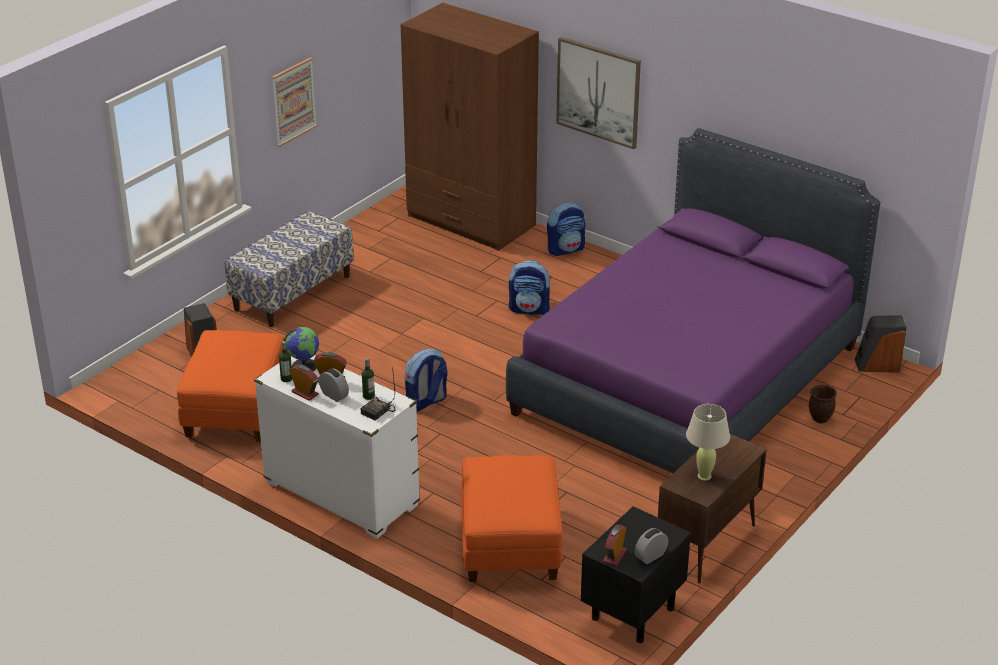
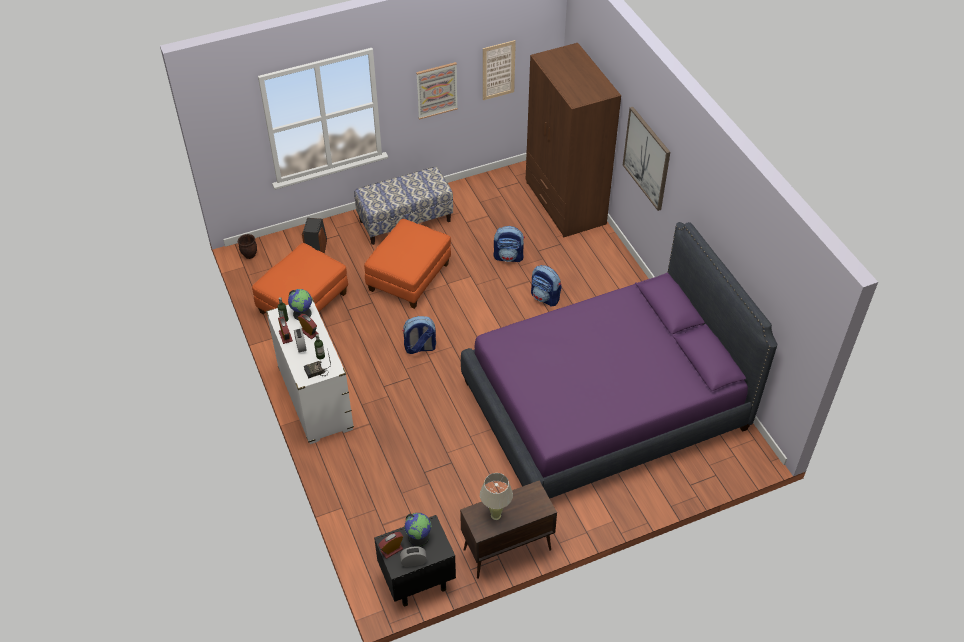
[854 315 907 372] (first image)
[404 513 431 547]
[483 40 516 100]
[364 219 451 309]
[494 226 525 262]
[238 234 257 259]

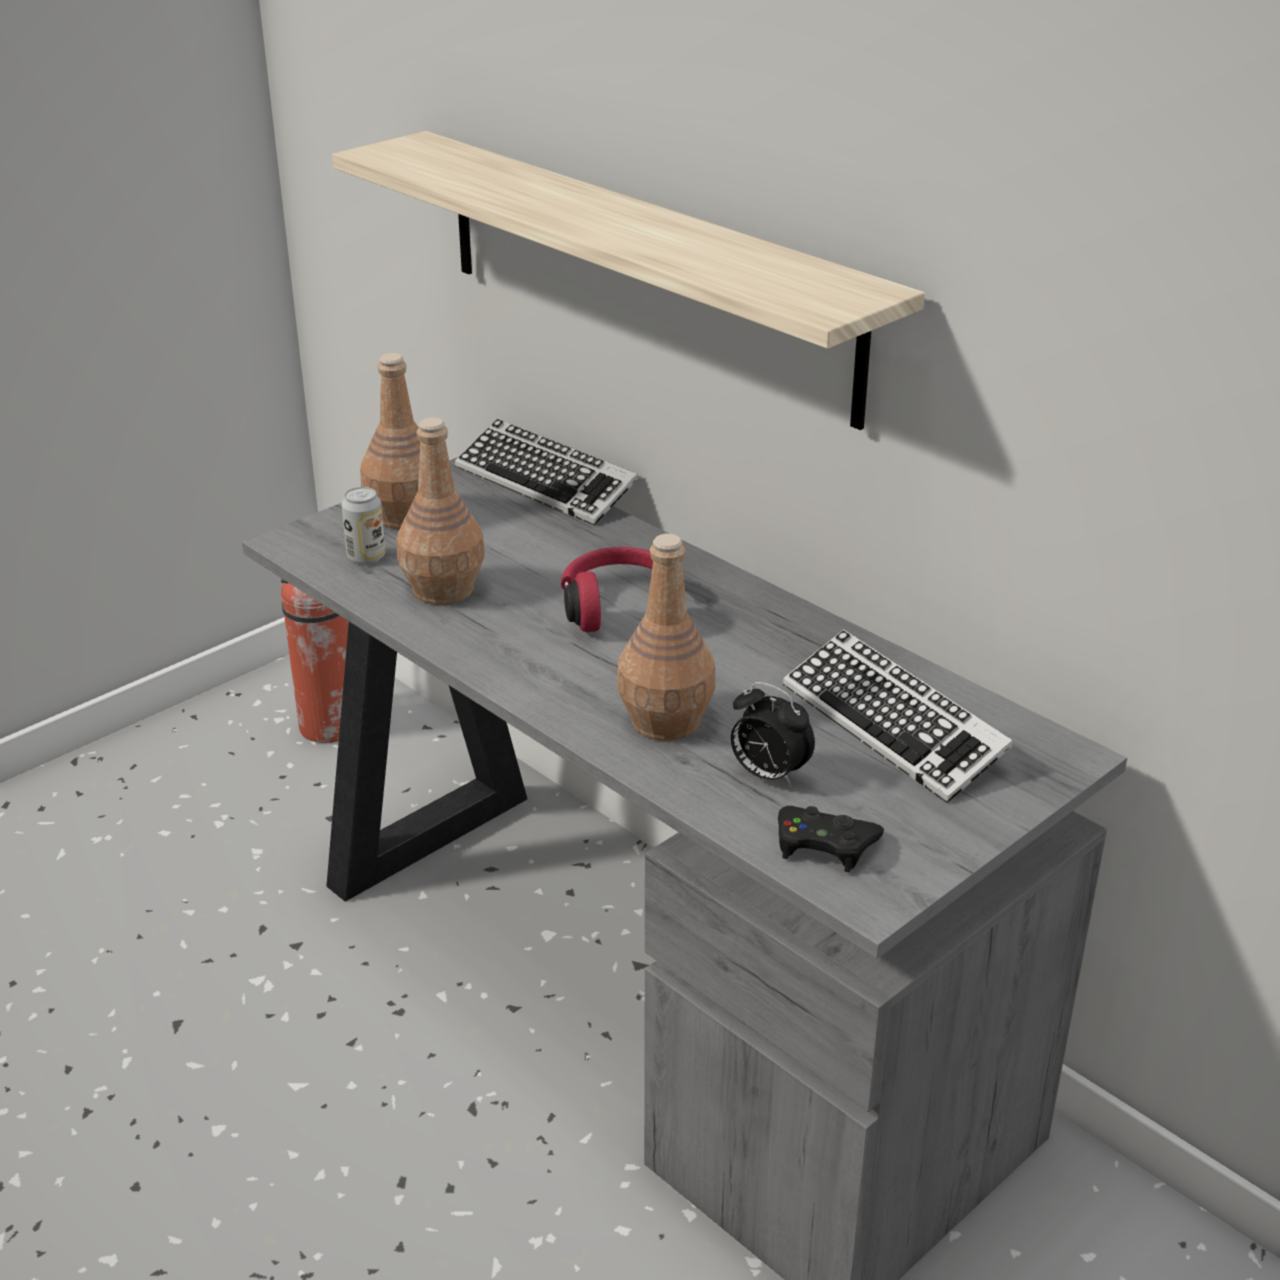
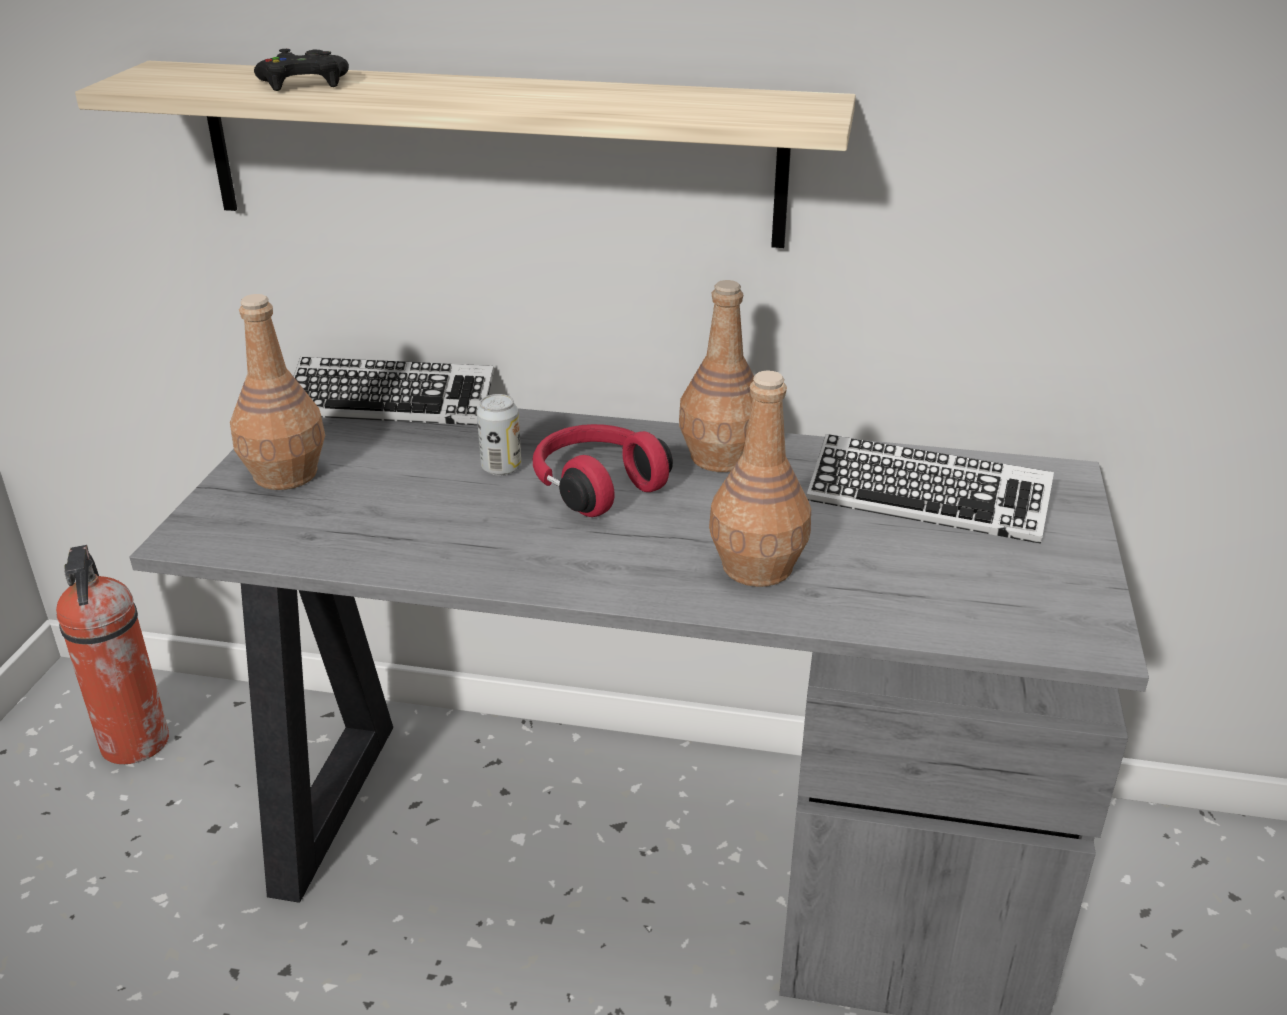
[731 682 815 787] (first image)
[477 394 521 476]
[679 280 754 472]
[254 49 349 91]

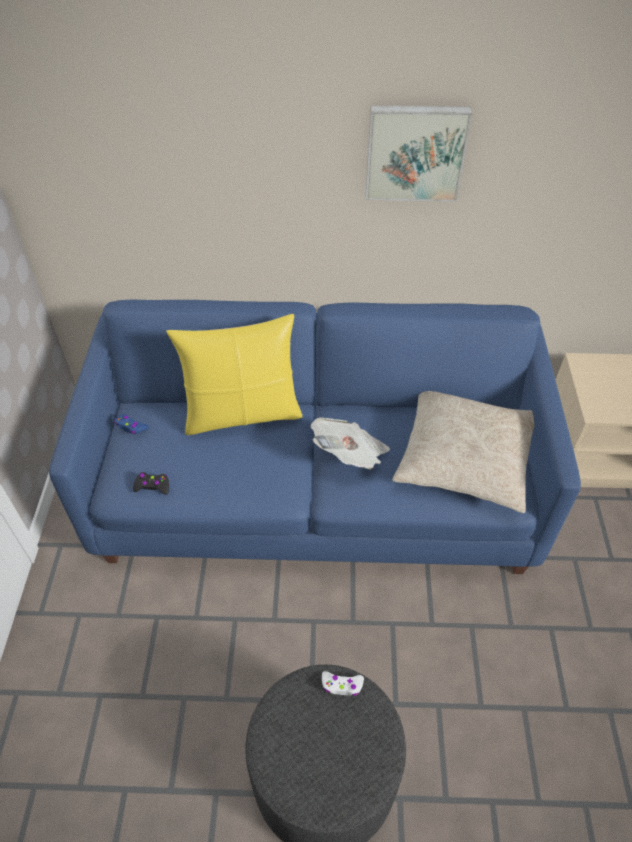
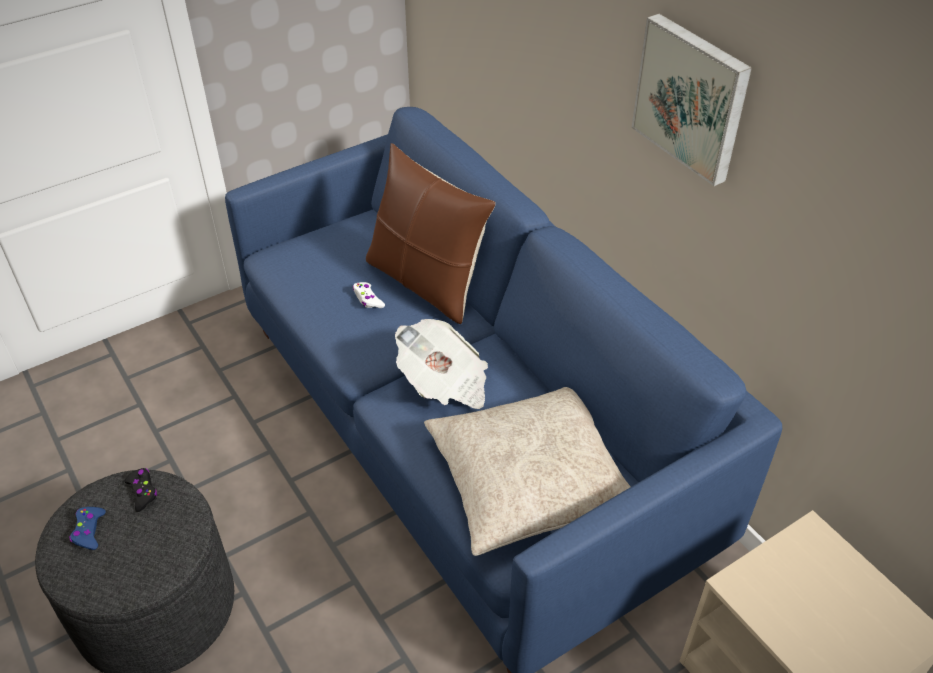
[69 507 106 550]
[124 468 157 512]
[353 282 385 308]
[366 143 496 324]

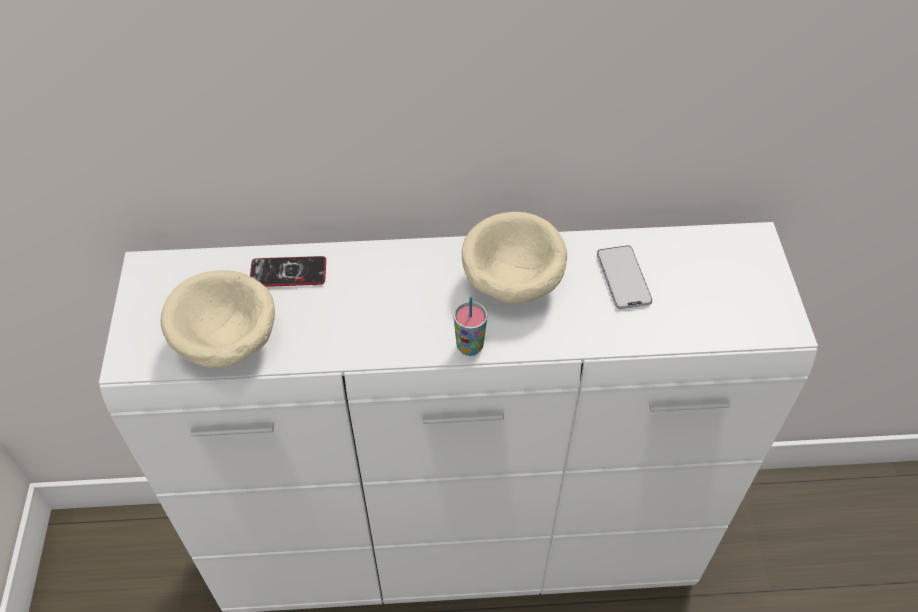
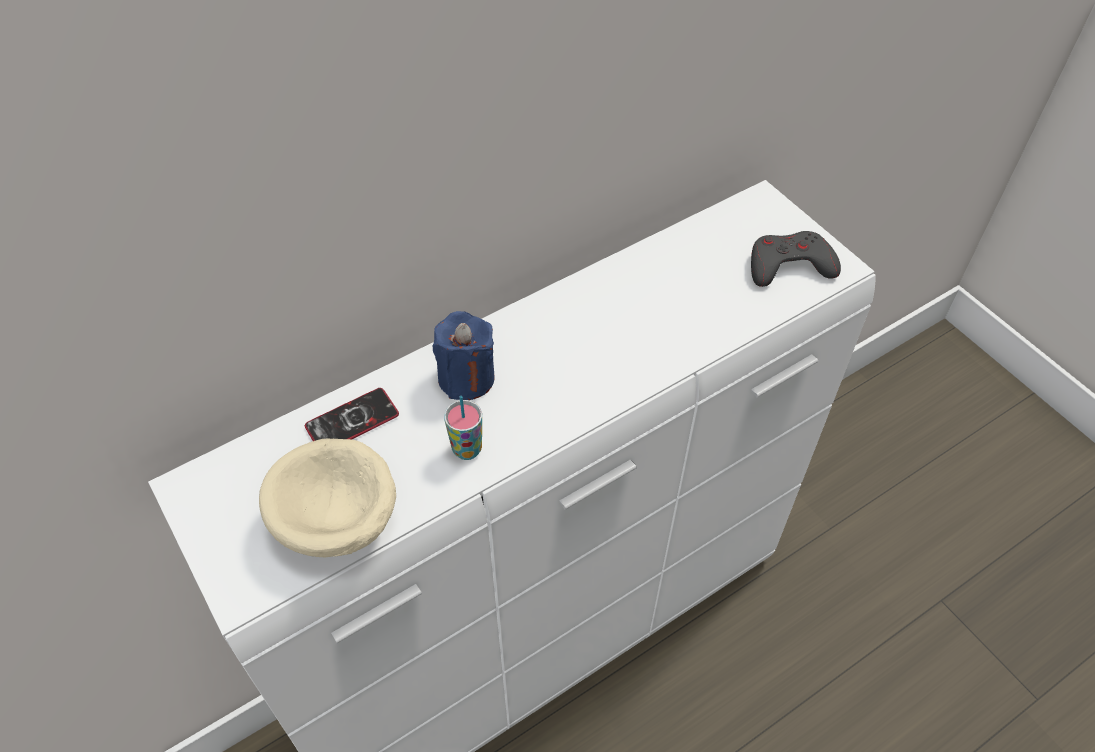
[462 212 567 304] (first image)
[597 245 652 309] (first image)
[433 311 495 400]
[751 231 841 287]
[444 396 482 460]

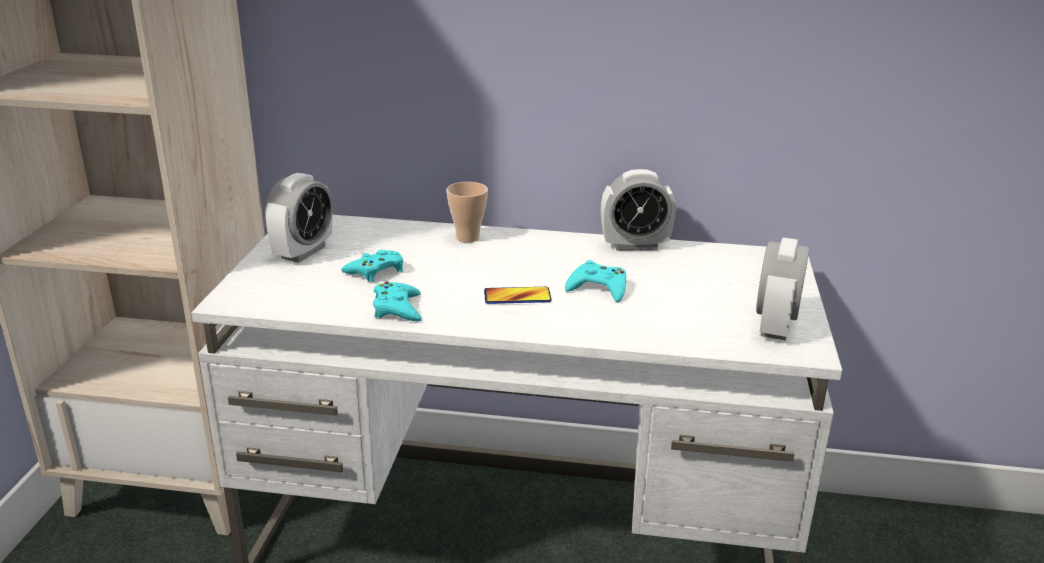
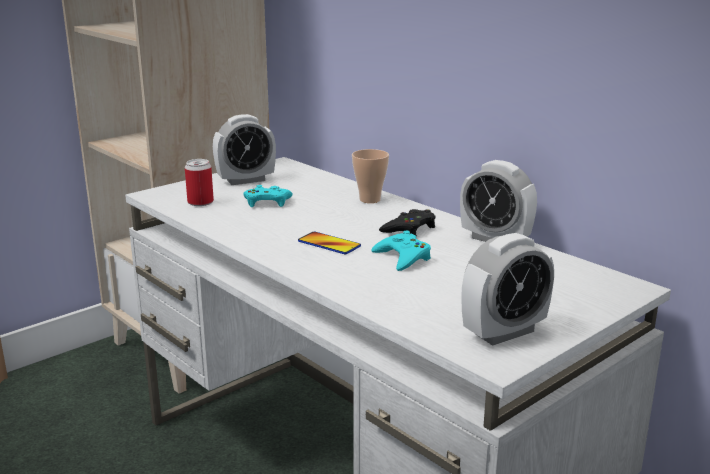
[373 282 422 321] (first image)
[185 159 214 206]
[379 209 436 237]

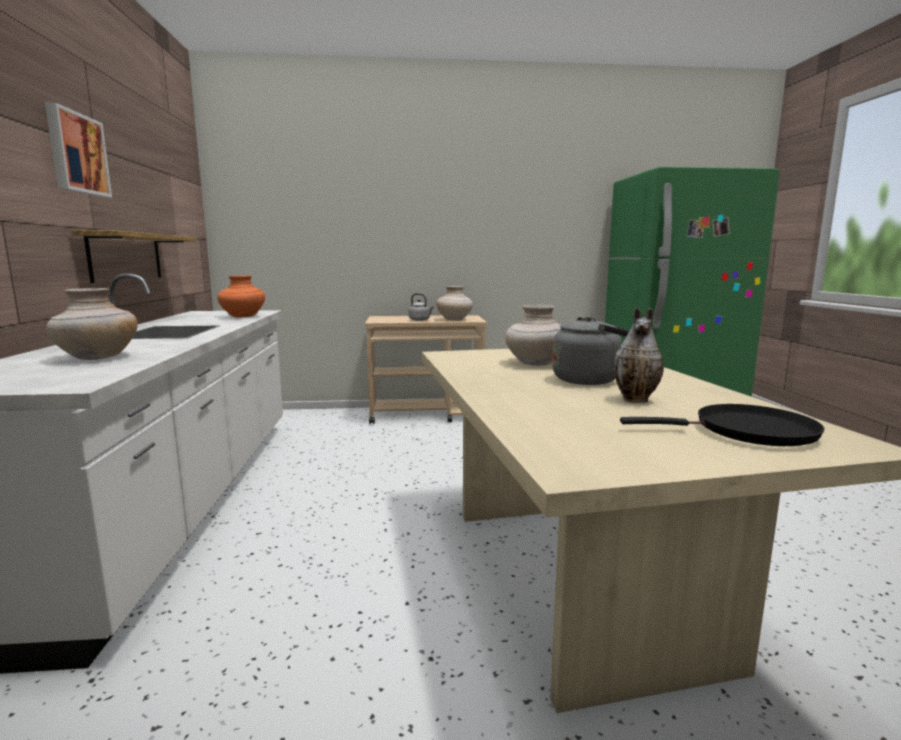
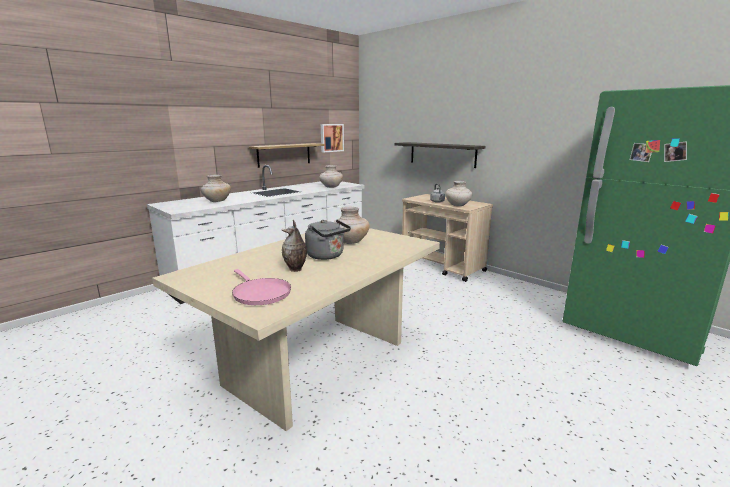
[395 142 485 168]
[321 124 344 153]
[319 165 343 188]
[232 269 291 305]

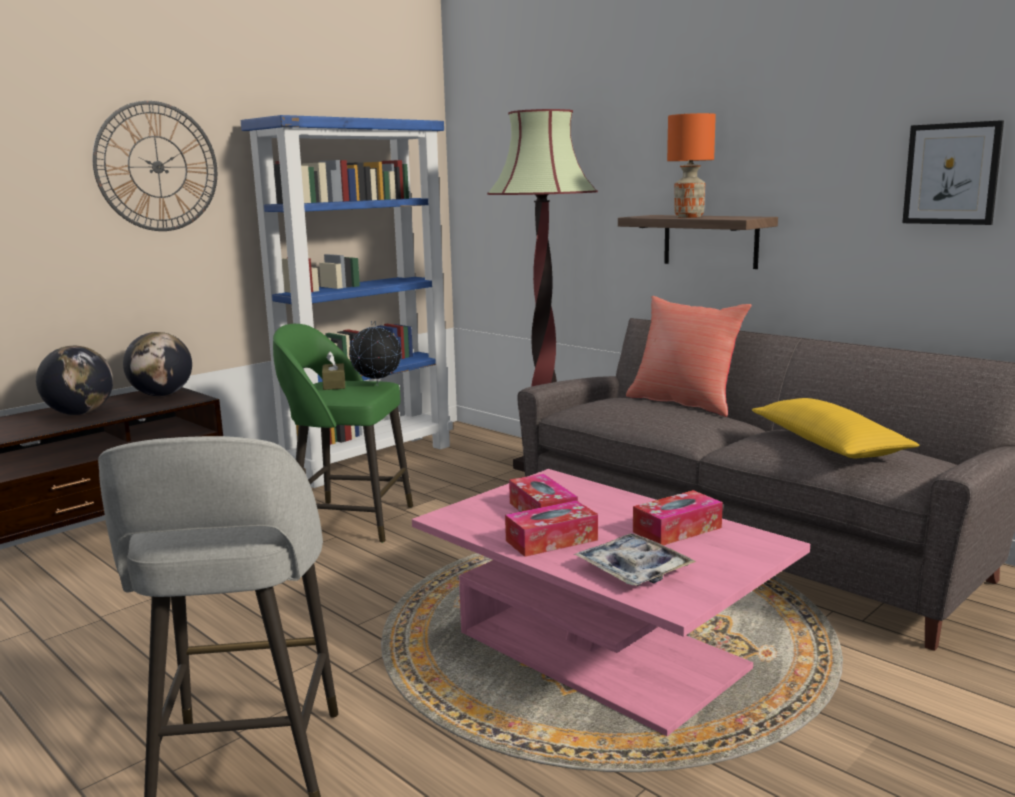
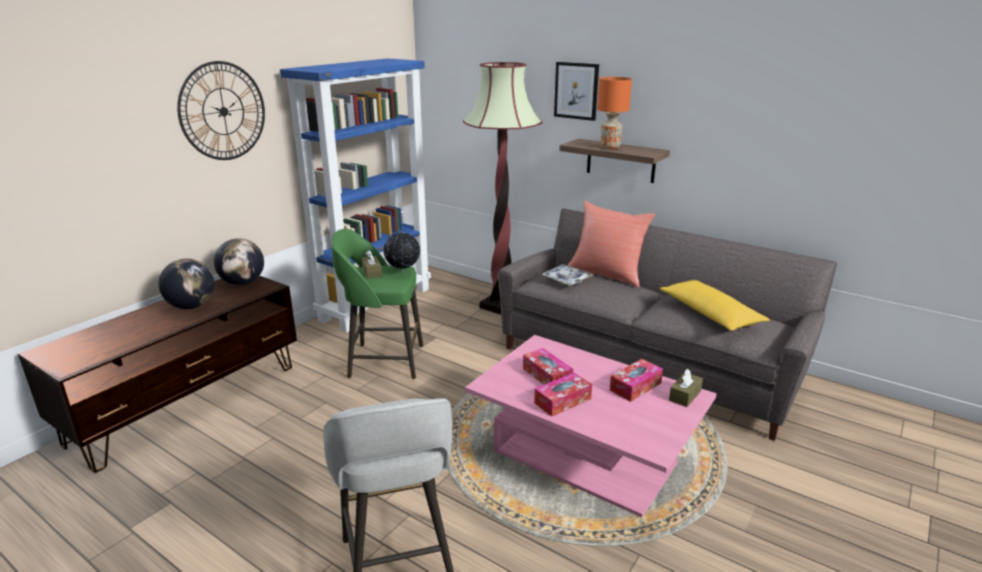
[669 369 703 407]
[542 264 594 286]
[554 62 599 121]

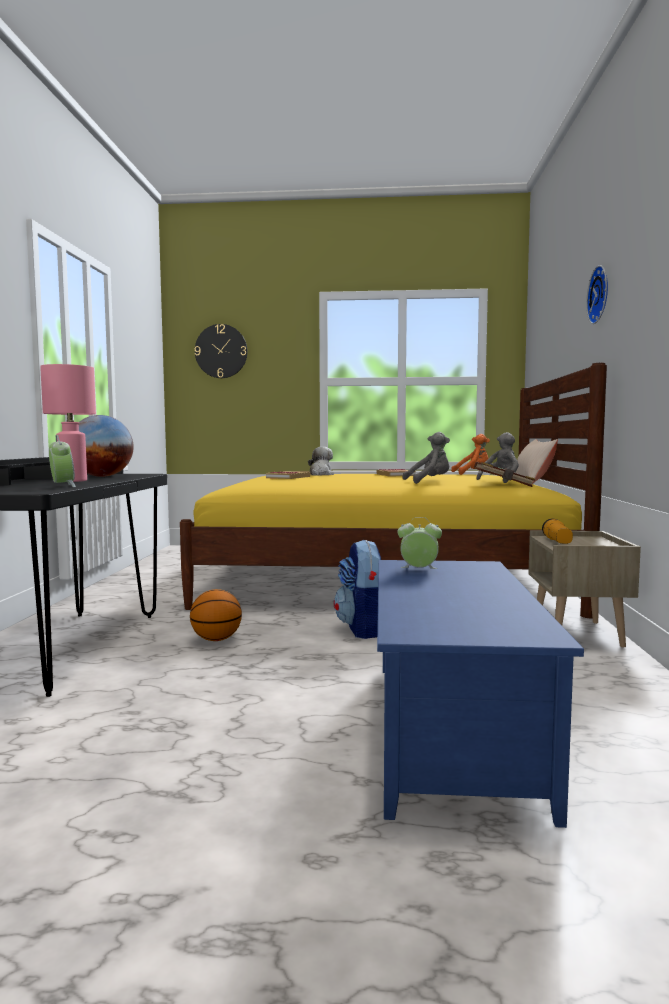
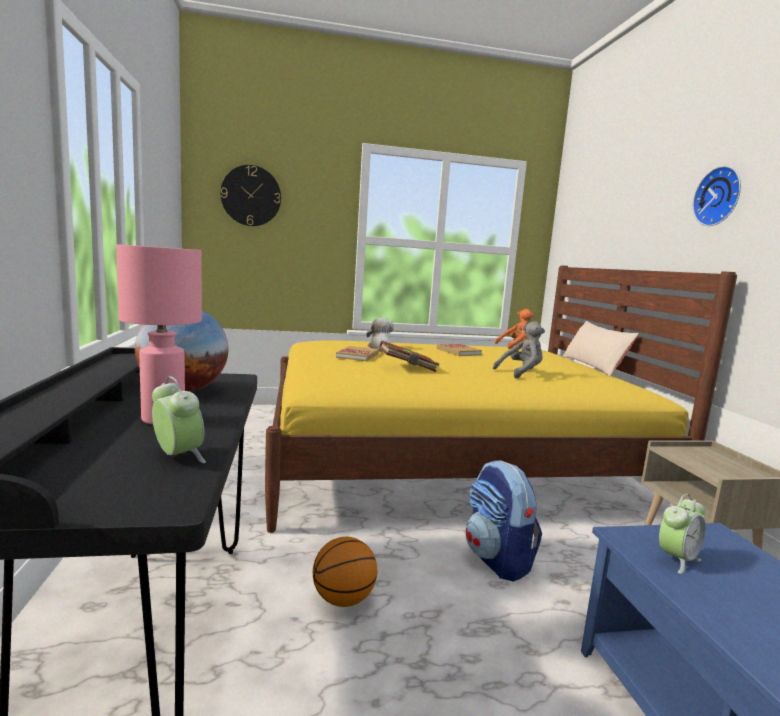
[476 432 519 483] (first image)
[542 518 573 544] (first image)
[379 340 439 372]
[659 494 706 574]

